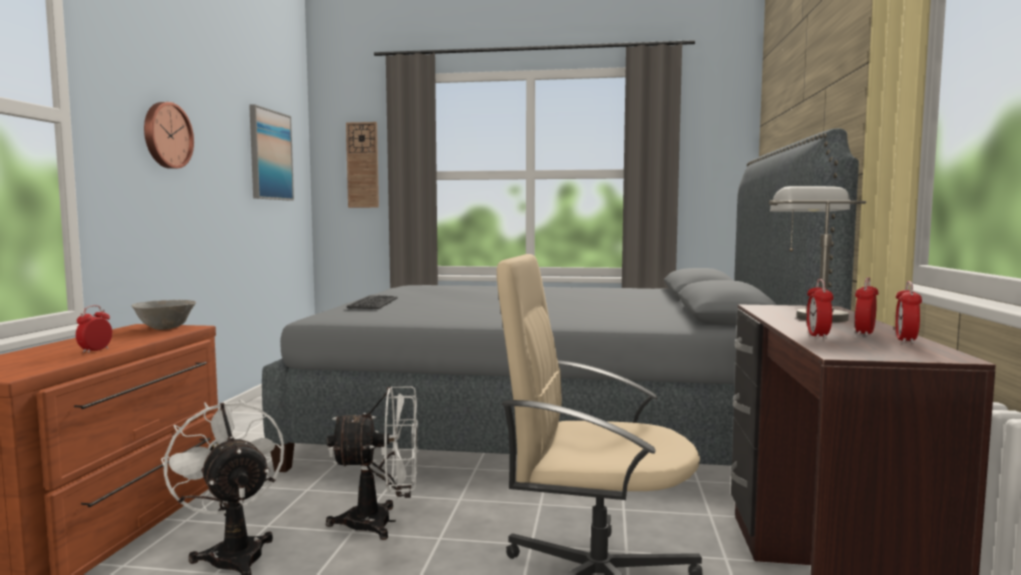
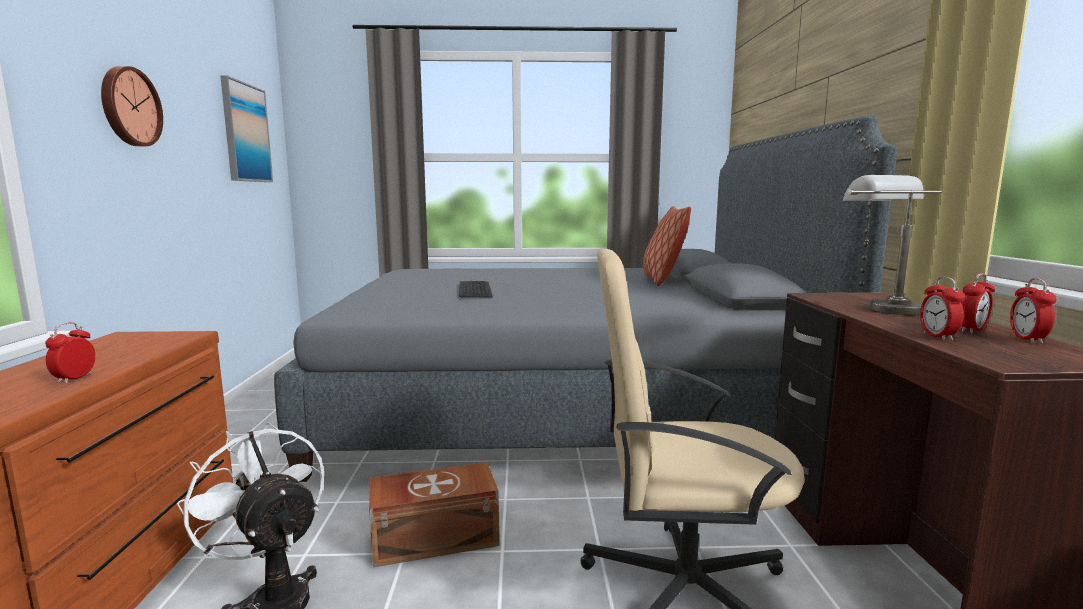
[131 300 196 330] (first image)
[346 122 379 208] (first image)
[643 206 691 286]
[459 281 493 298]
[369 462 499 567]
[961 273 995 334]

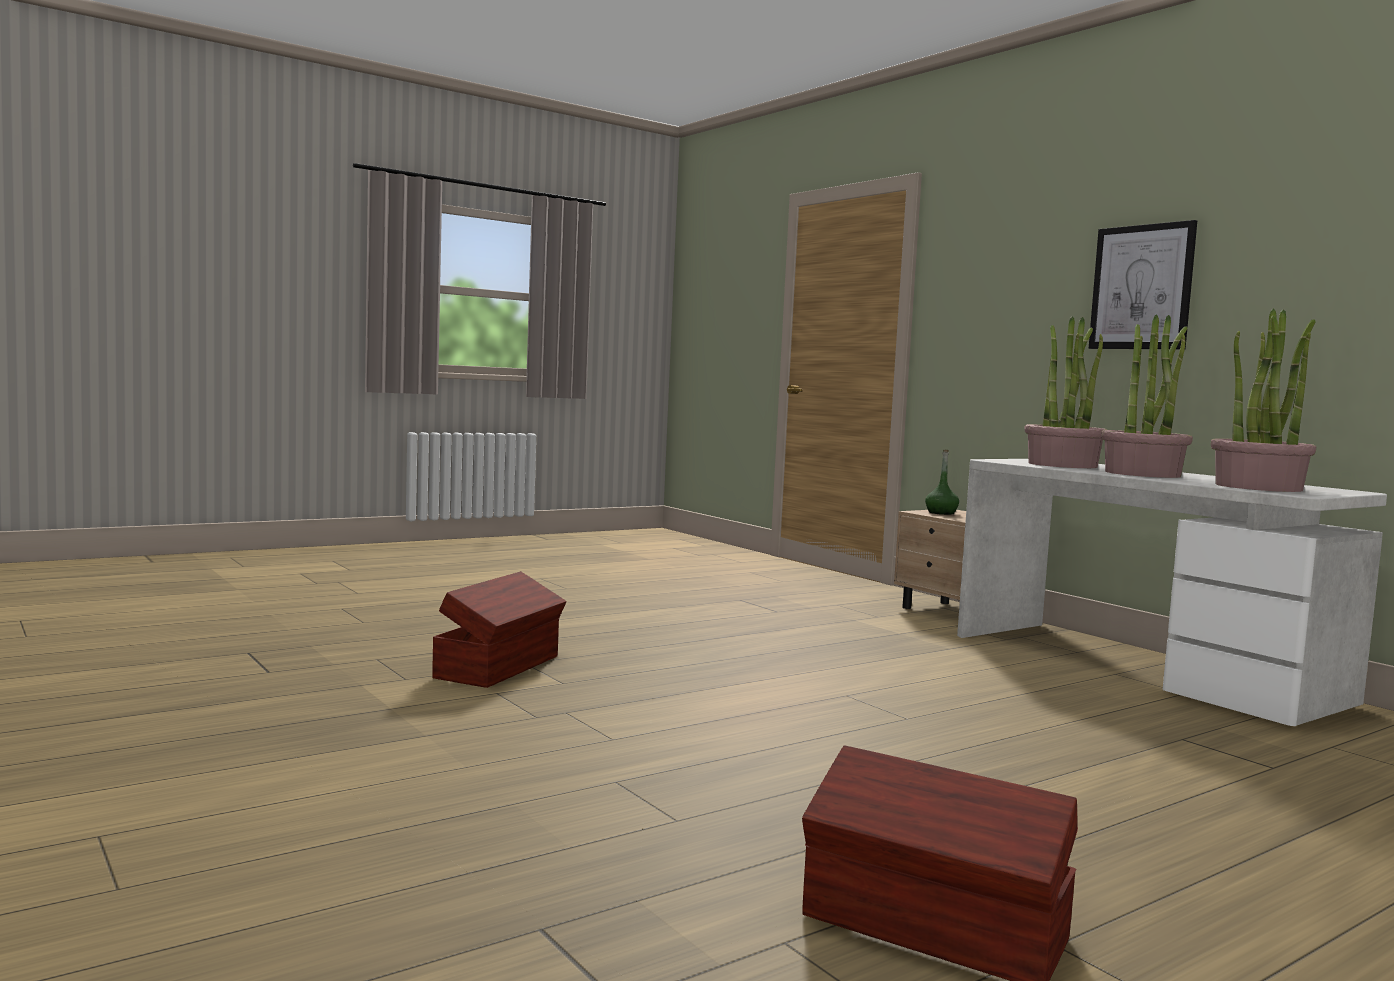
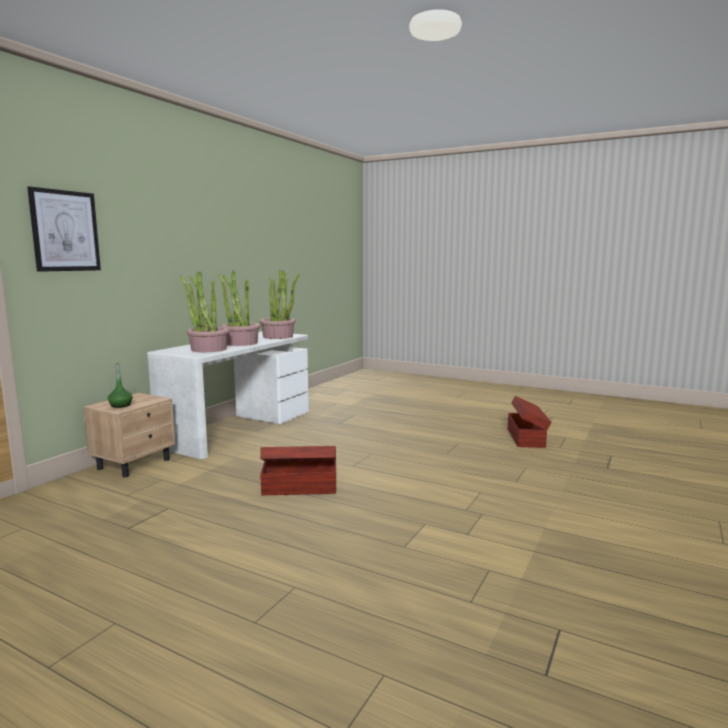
[260 446 336 495]
[27 186 101 272]

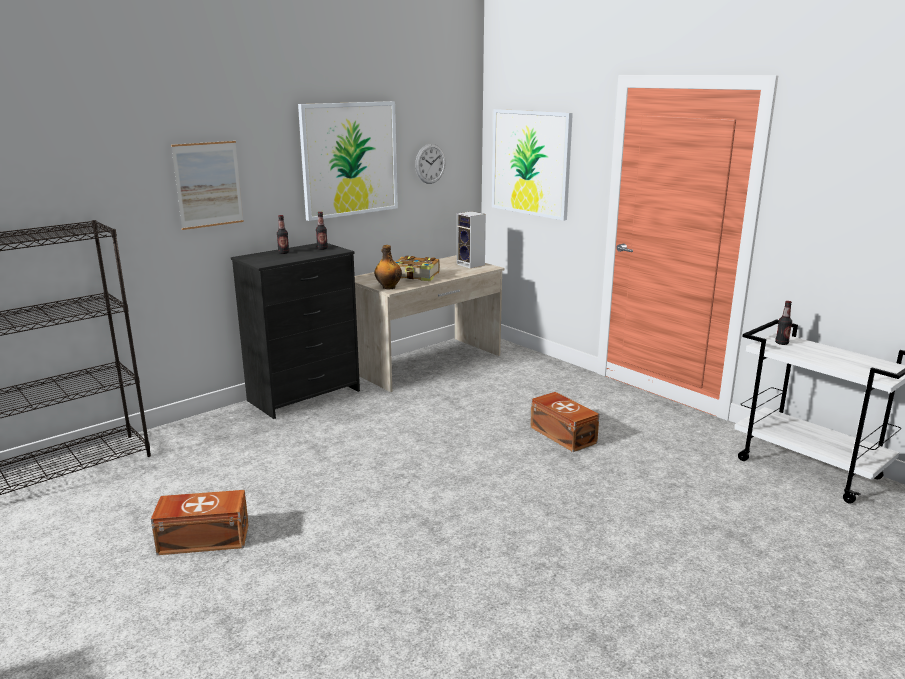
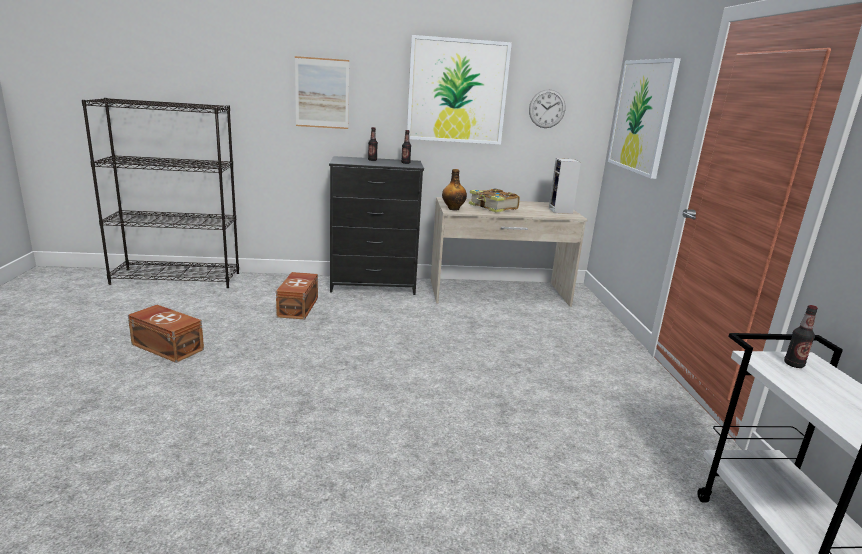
[276 272 318 319]

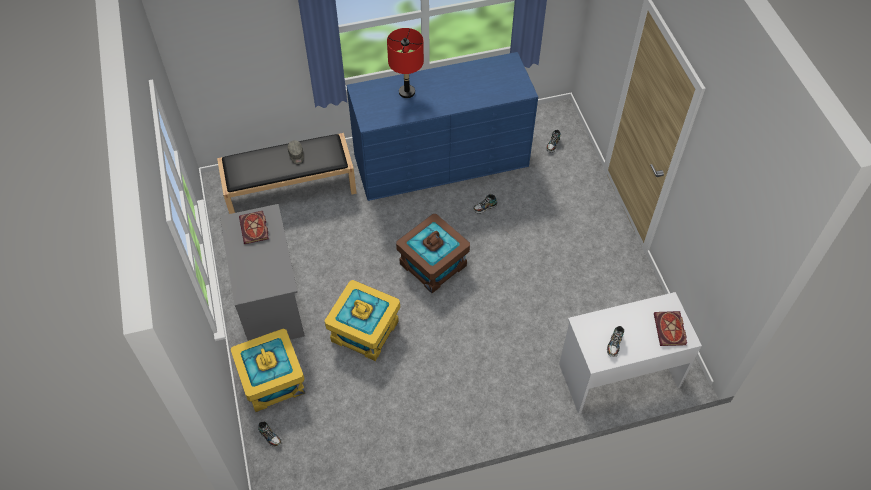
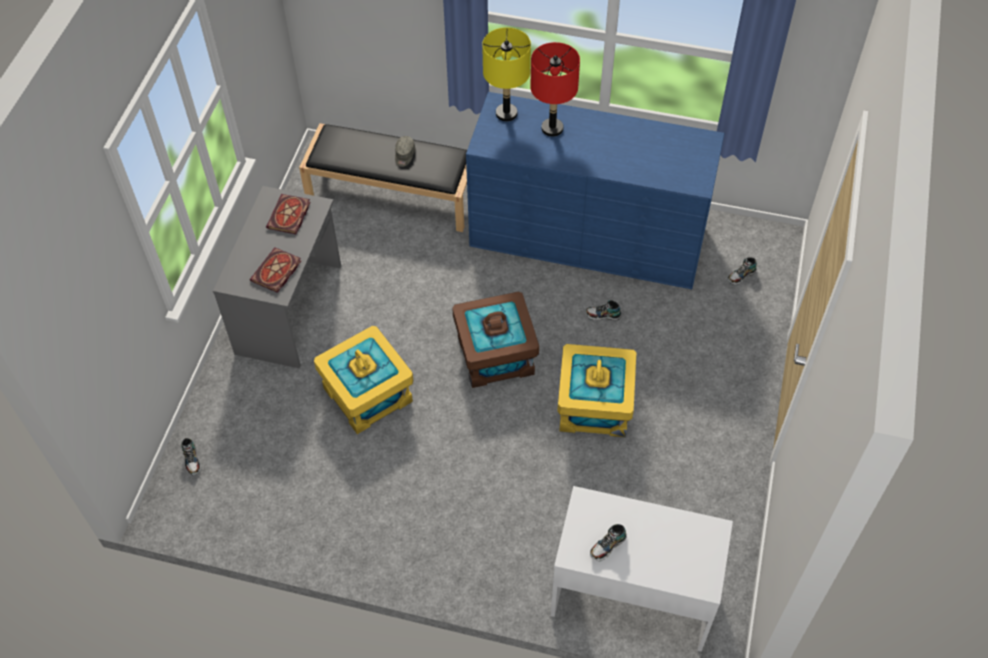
[482 27 531 121]
[557 344 636 437]
[250 247 301 293]

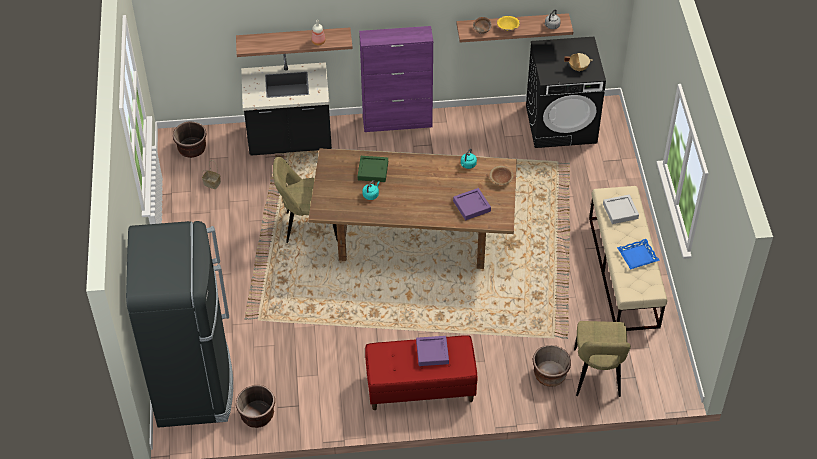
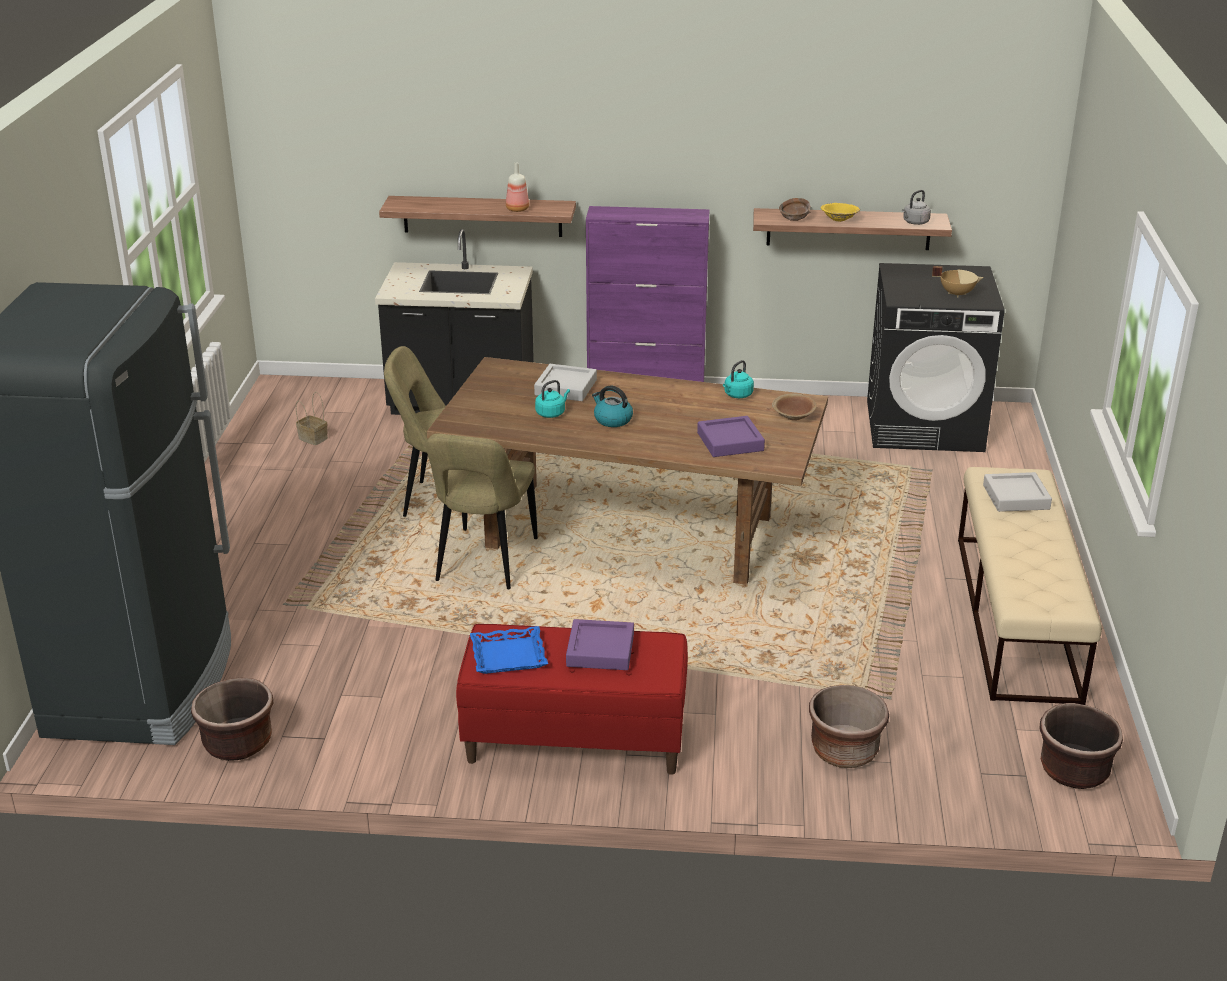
[592 386 633 427]
[1039 703 1123 789]
[426 434 538 589]
[470 626 548 674]
[534 364 597 401]

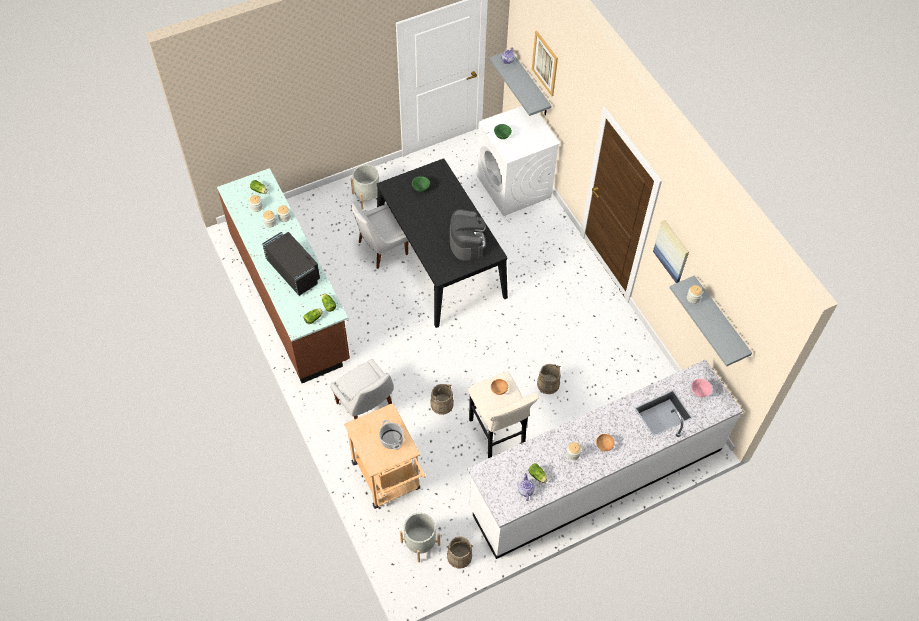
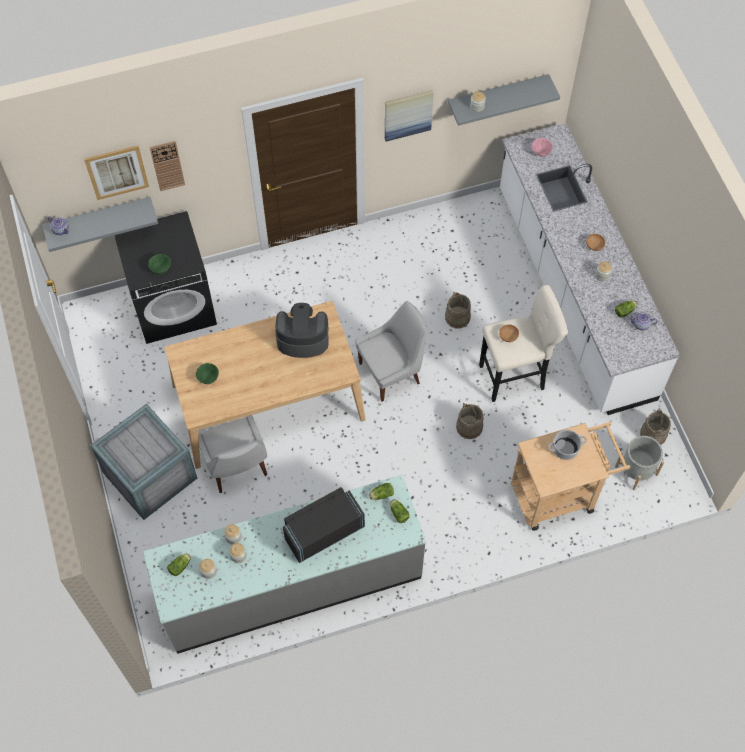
[149 141 185 191]
[355 301 427 401]
[90 404 197 520]
[143 475 426 654]
[165 301 365 469]
[114 211 217 344]

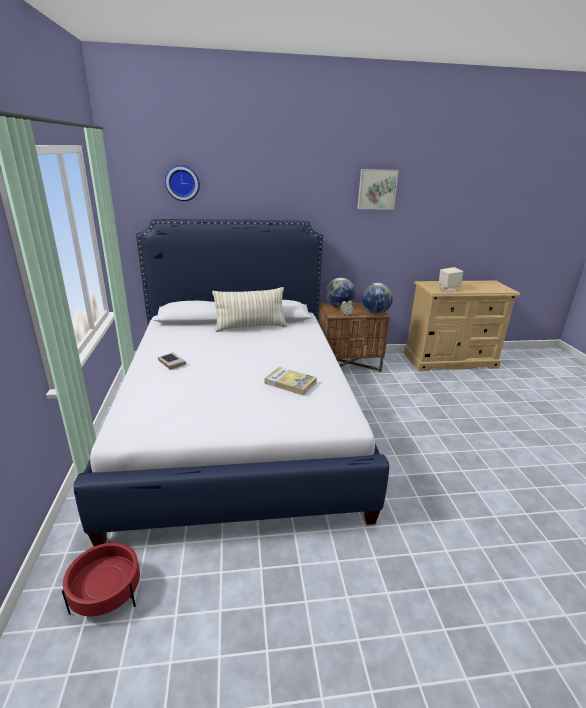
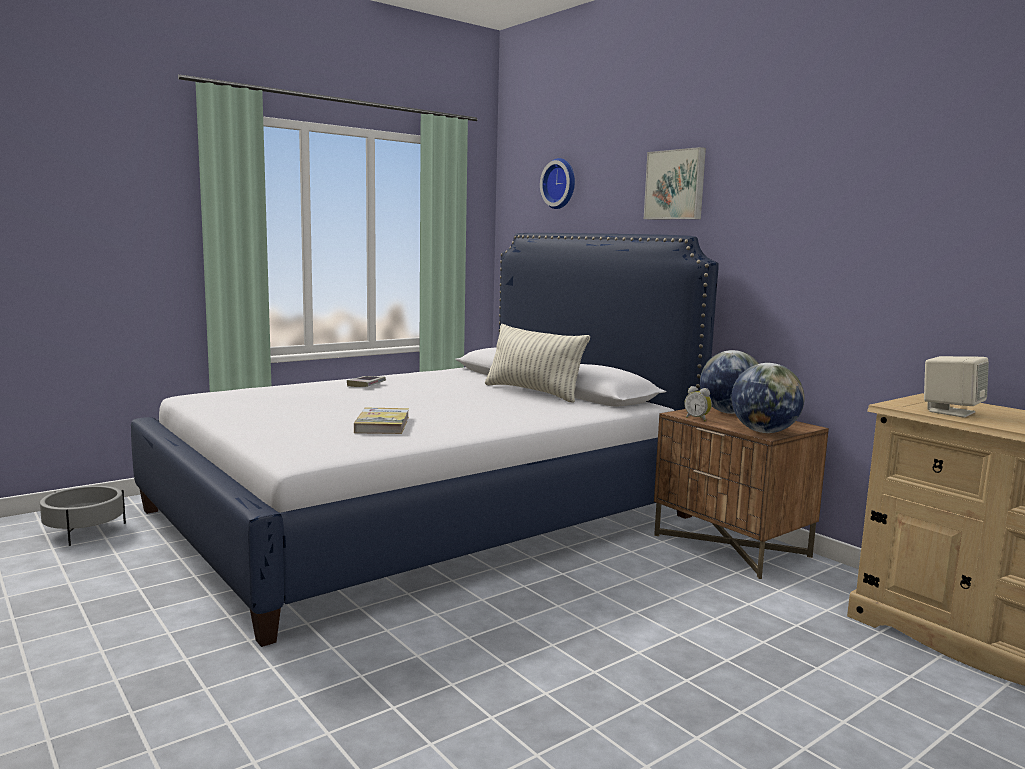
[644 147 706 219]
[40 486 126 546]

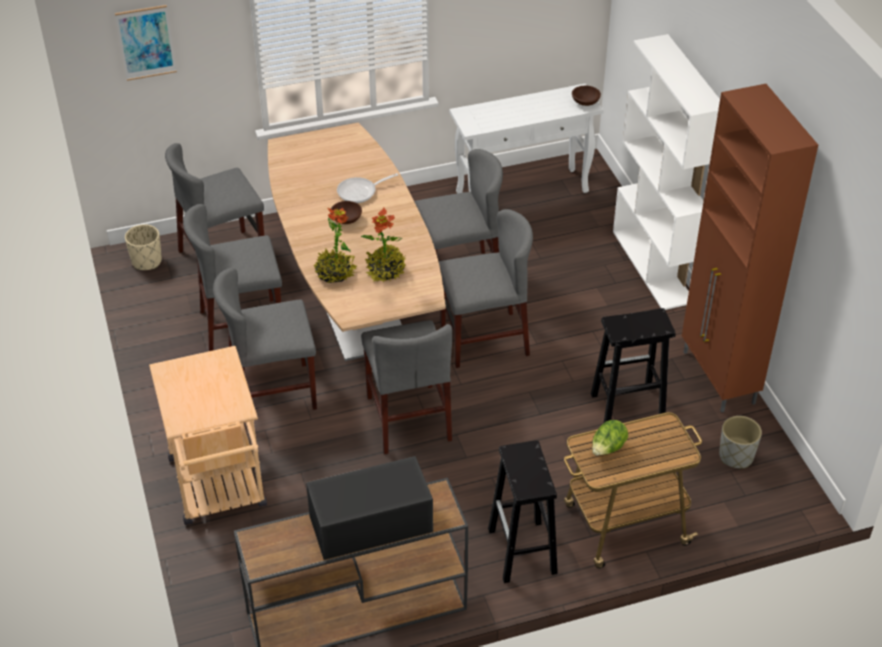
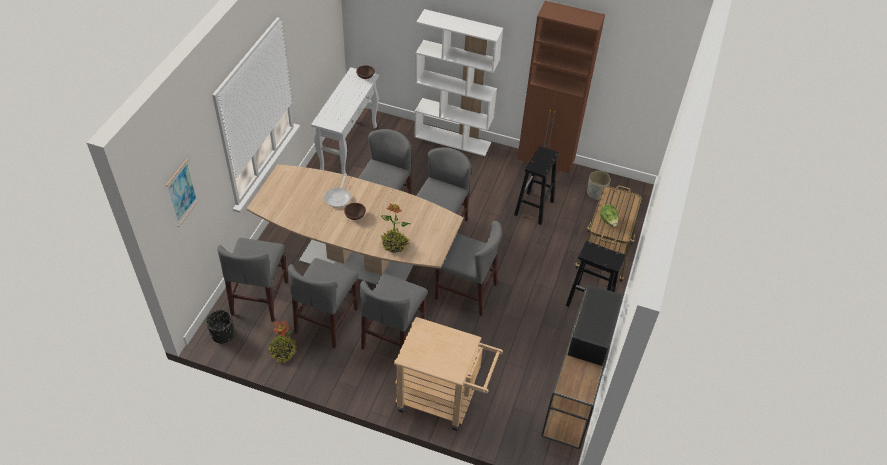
[267 321 297 363]
[206 310 234 344]

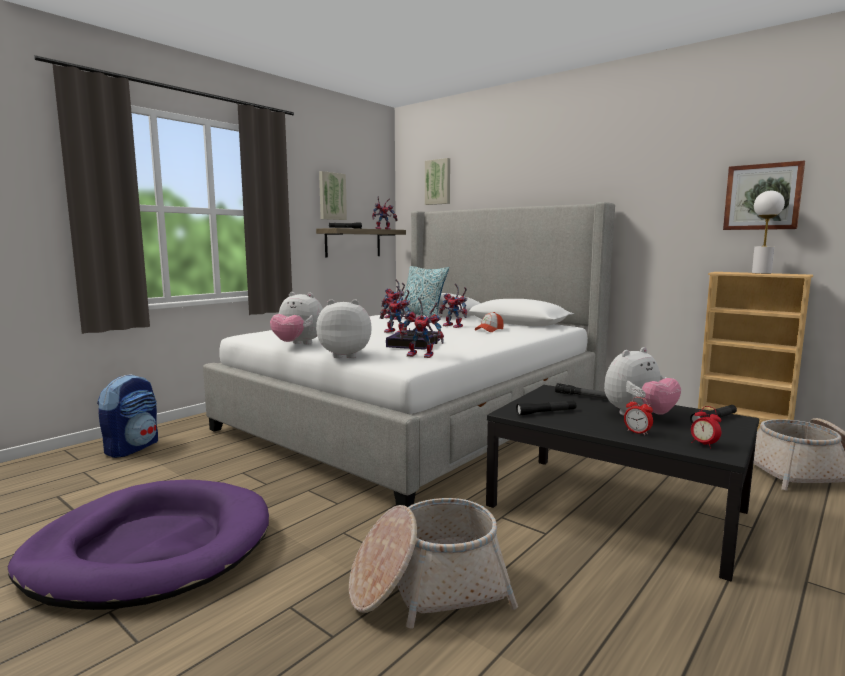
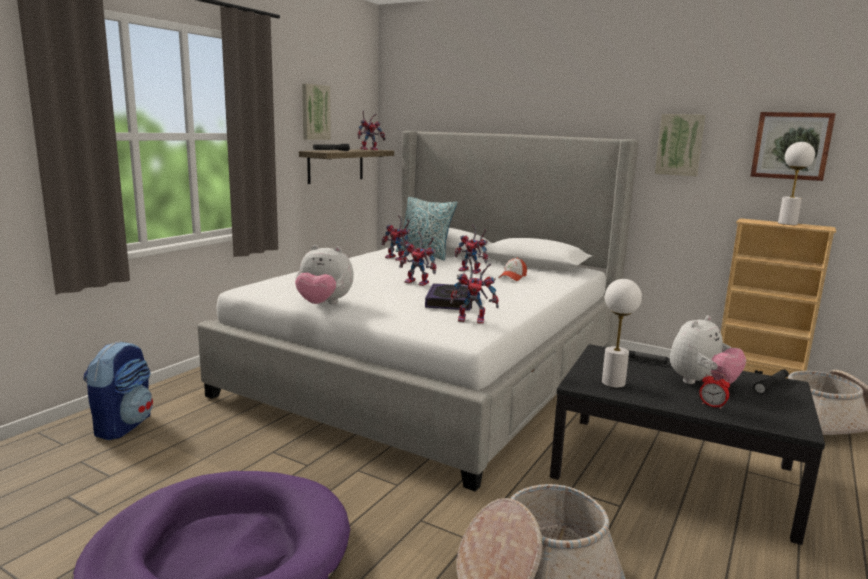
[316 299 372 358] (first image)
[691 406 722 448] (first image)
[655 114 705 176]
[602 279 642 388]

